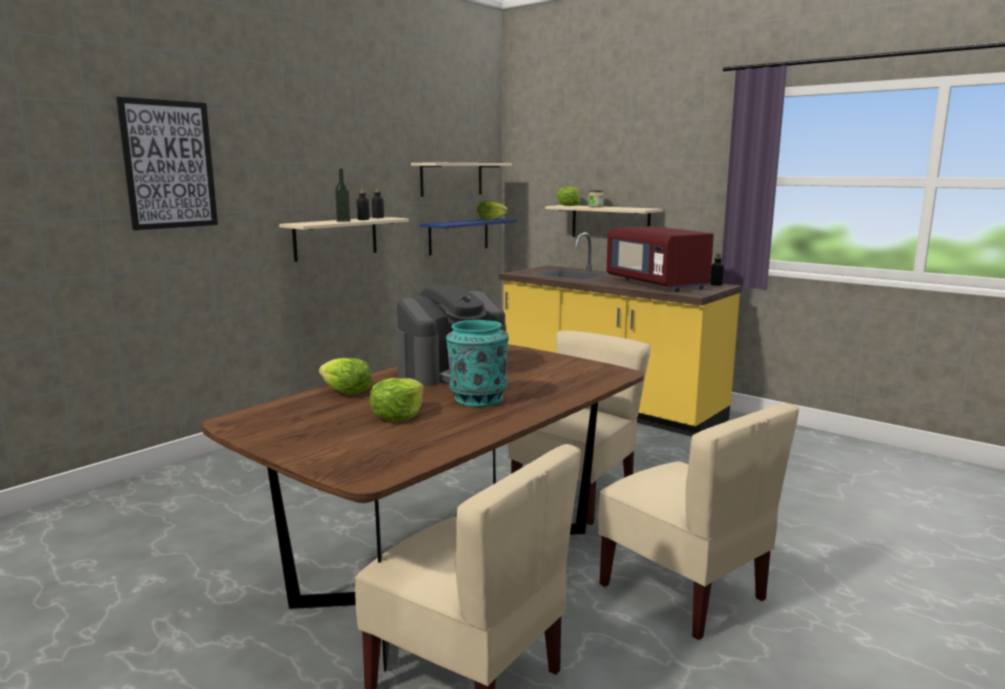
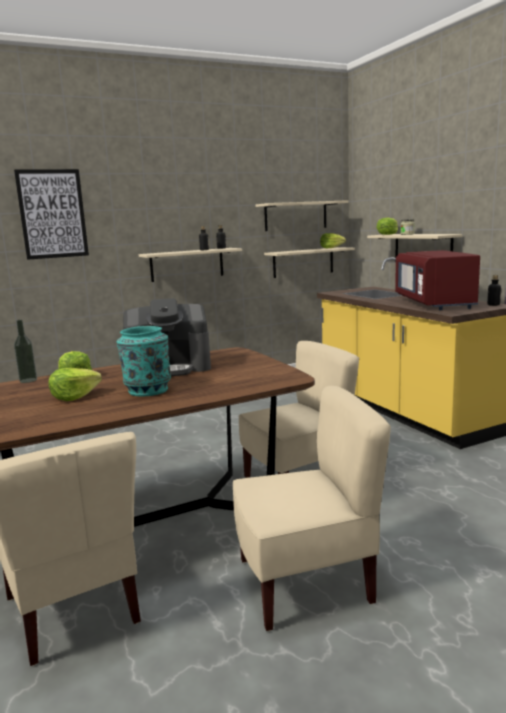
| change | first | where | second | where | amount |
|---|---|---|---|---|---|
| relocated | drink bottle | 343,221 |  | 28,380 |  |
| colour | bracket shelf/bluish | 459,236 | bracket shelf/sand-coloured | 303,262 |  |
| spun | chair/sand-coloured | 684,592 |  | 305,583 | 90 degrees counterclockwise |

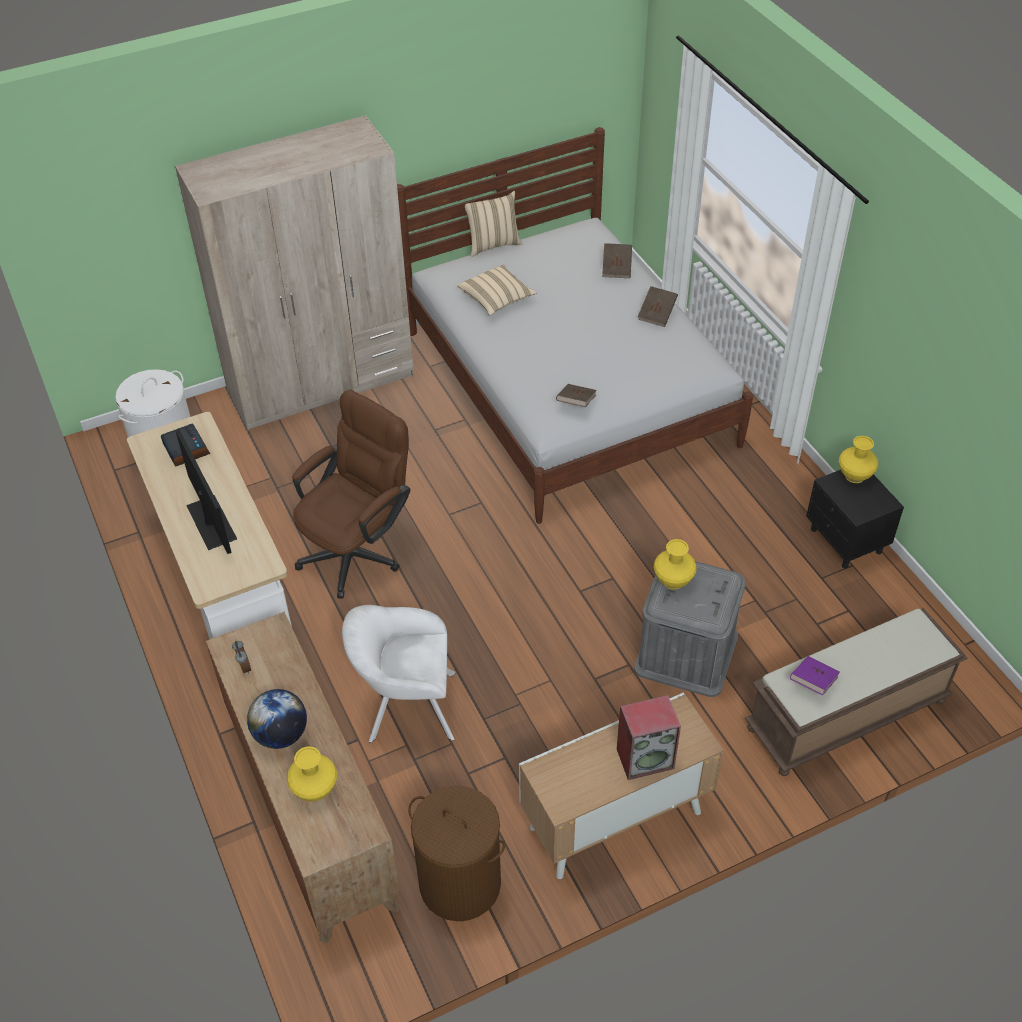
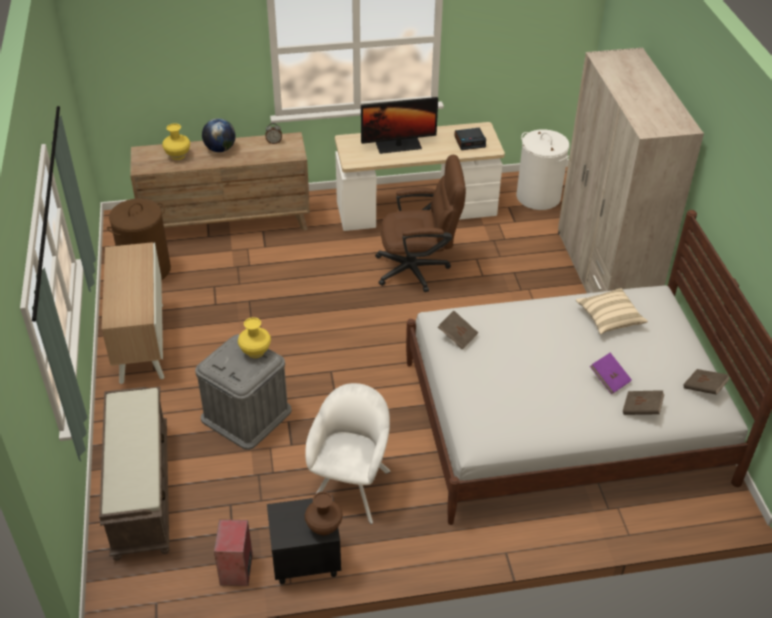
| change | first | where | second | where | amount |
|---|---|---|---|---|---|
| spun | office chair/brown | 358,549 |  | 419,269 | 60 degrees counterclockwise |
| relocated | easy chair/white-coloured | 406,706 |  | 351,485 |  |
| missing | throw pillow/sand-coloured | 493,244 |  |  |  |
| relocated | speaker | 645,758 |  | 237,570 |  |
| relocated | bound book/brown | 657,314 |  | 704,388 |  |
| relocated | bound book/purplish | 812,682 |  | 609,379 |  |
| colour | vase/yellowish | 854,475 | vase/brown | 324,527 |  |

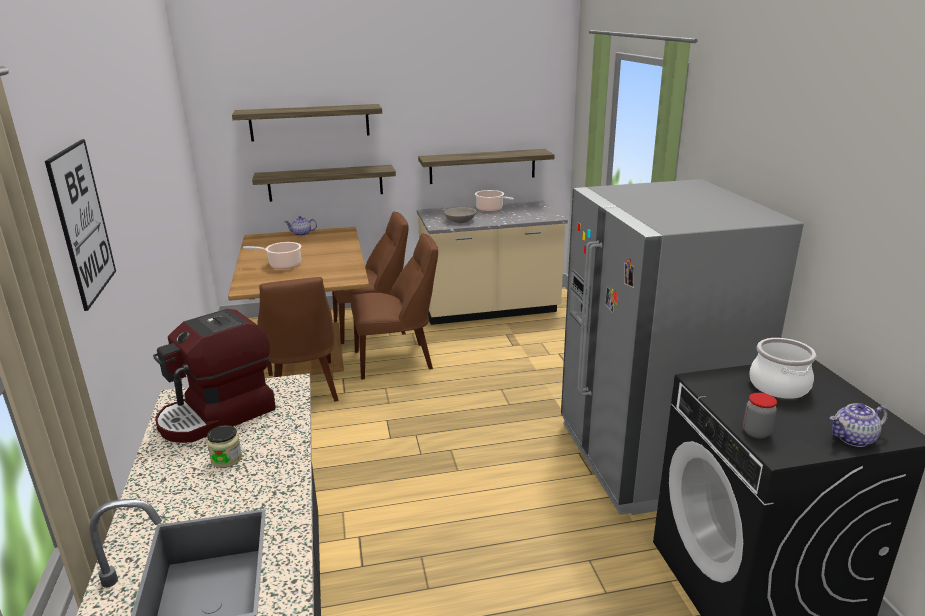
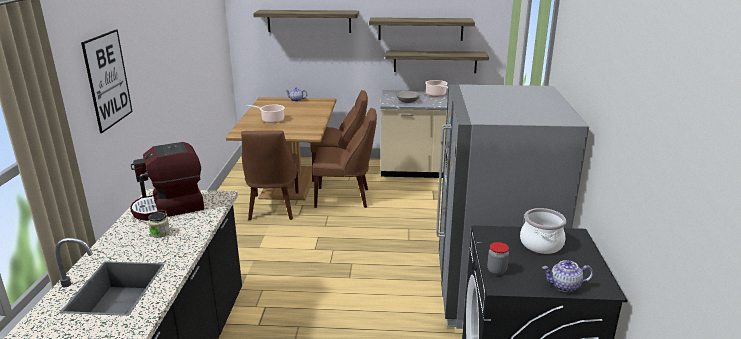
| change | first | where | second | where | amount |
|---|---|---|---|---|---|
| relocated | bracket shelf | 325,183 |  | 420,29 |  |

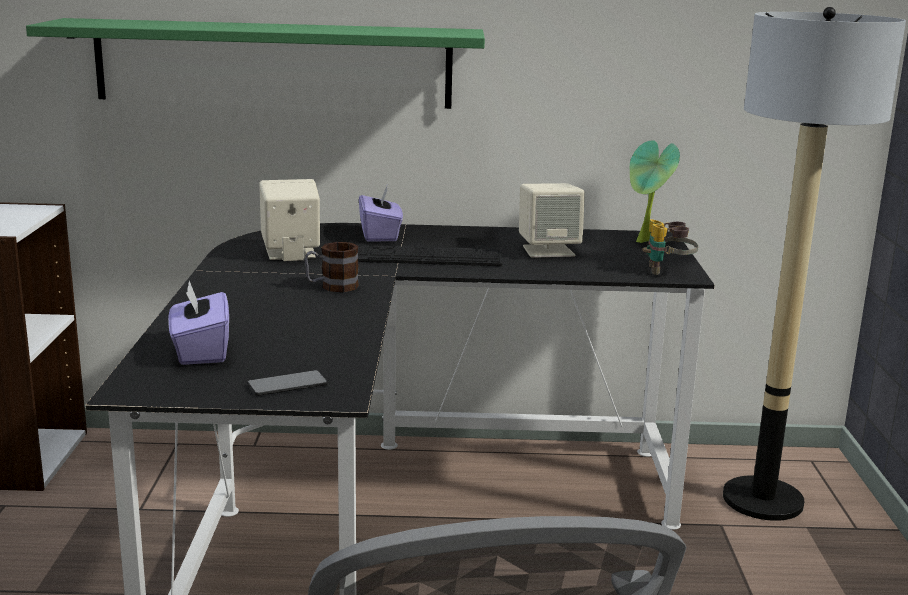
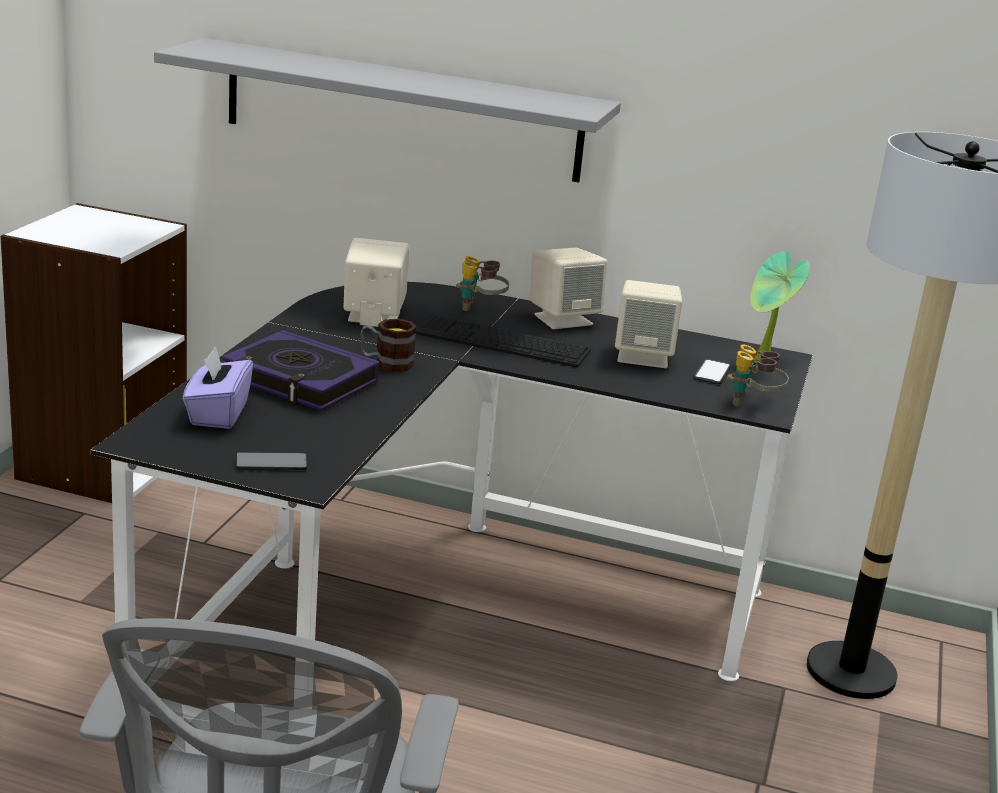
| change | first | where | second | where | amount |
|---|---|---|---|---|---|
| colour | bracket shelf/greenish | 274,64 | bracket shelf/gray | 401,110 |  |
| exchanged | box of tissues/purplish | 380,235 | field glasses | 480,308 |  |
| appeared |  |  | bound book | 299,381 |  |
| appeared |  |  | speaker/sand-coloured | 563,319 |  |
| appeared |  |  | handset | 712,372 |  |

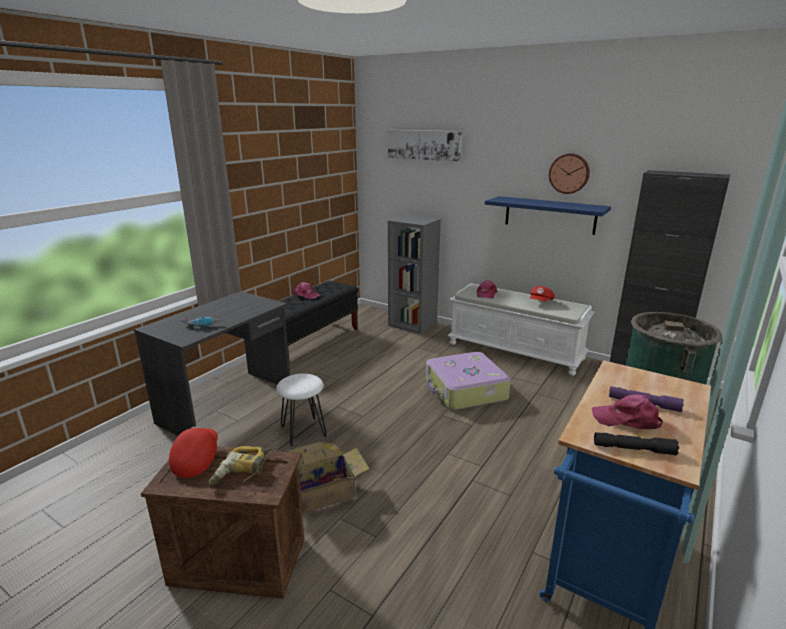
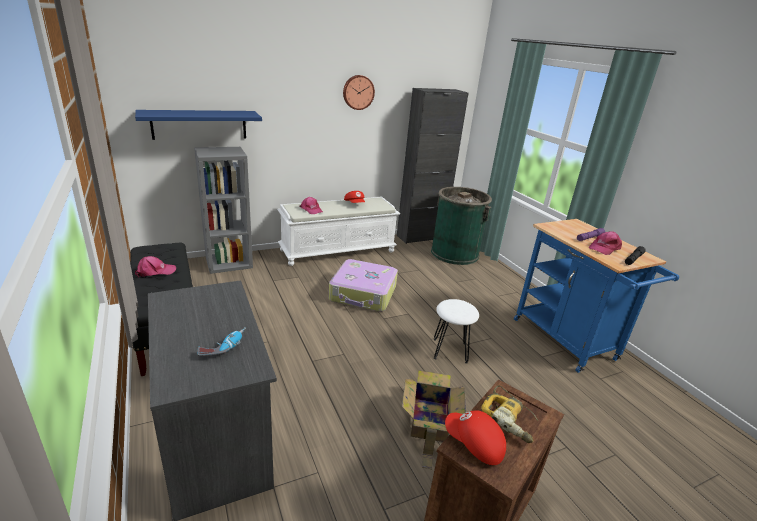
| change | first | where | second | where | amount |
|---|---|---|---|---|---|
| relocated | stool/white-coloured | 303,431 |  | 450,350 |  |
| missing | wall picture | 424,145 |  |  |  |
| relocated | bracket shelf/bluish | 549,215 |  | 199,124 |  |

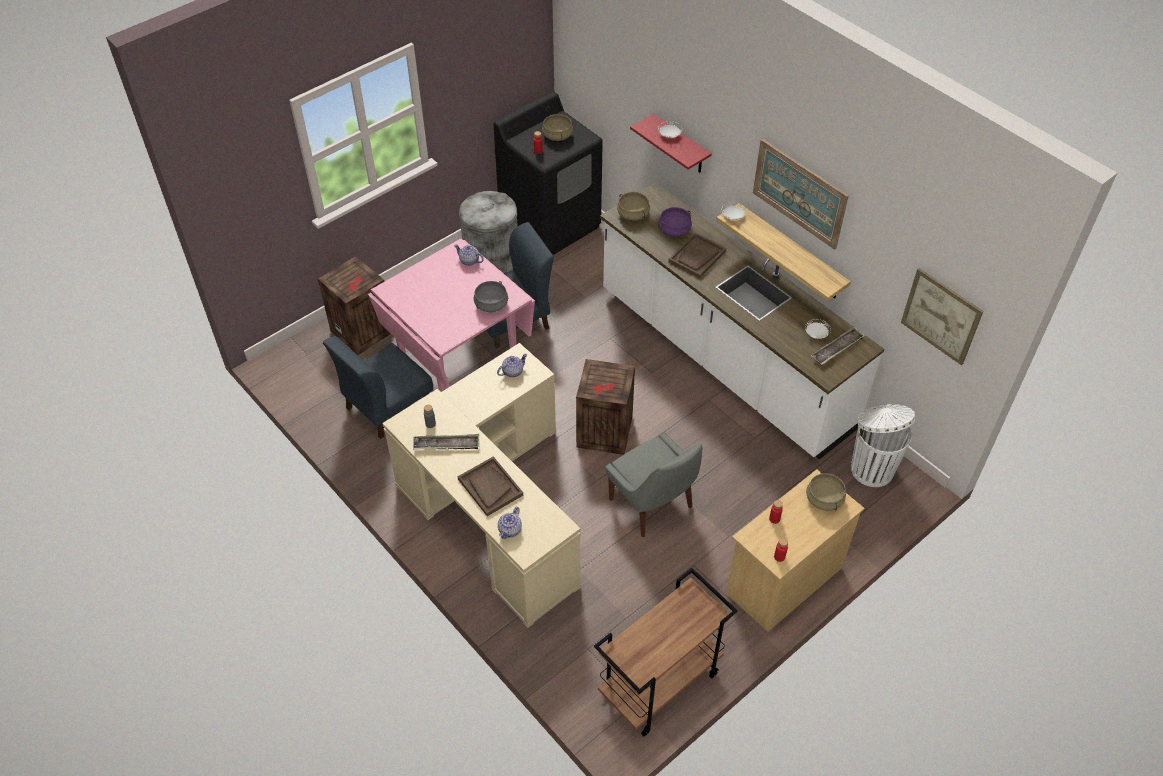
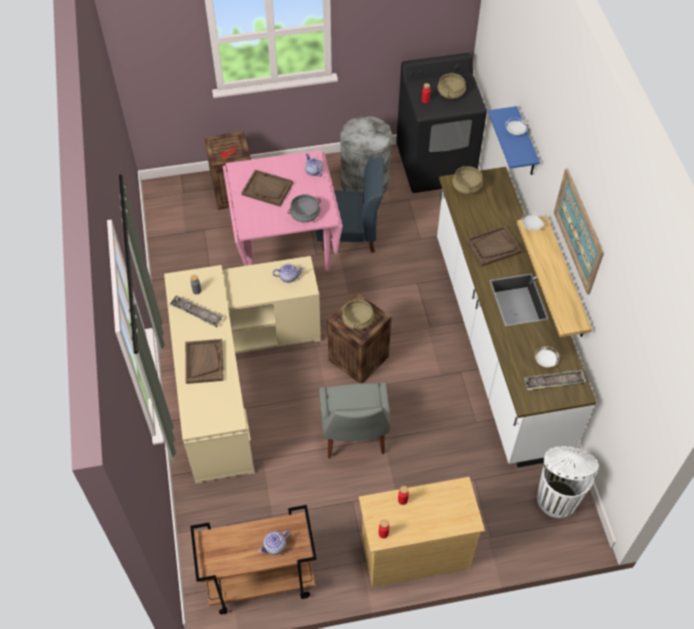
| change | first | where | second | where | amount |
|---|---|---|---|---|---|
| missing | chair/bluish | 387,406 |  |  |  |
| relocated | tea pot | 510,530 |  | 275,546 |  |
| colour | bracket shelf/red-coloured | 681,145 | bracket shelf/bluish | 526,144 |  |
| missing | cooking pot/purplish | 674,229 |  |  |  |
| relocated | cooking pot/sand-coloured | 824,499 |  | 358,320 |  |
| missing | wall picture | 941,316 |  |  |  |
| appeared |  |  | carrying tray/brown | 267,189 |  |

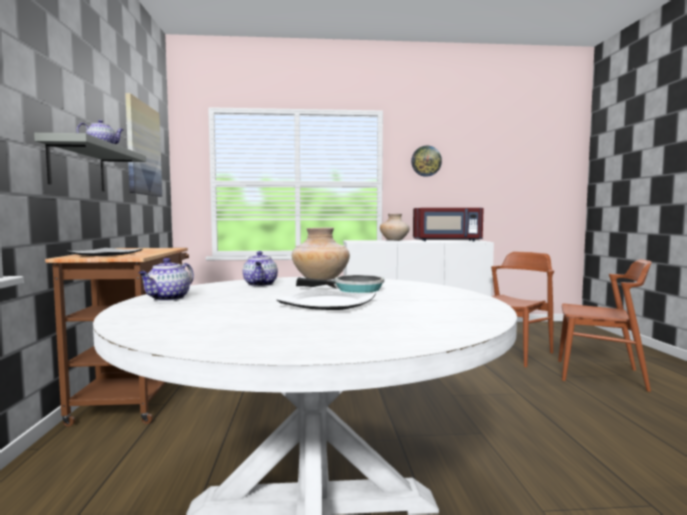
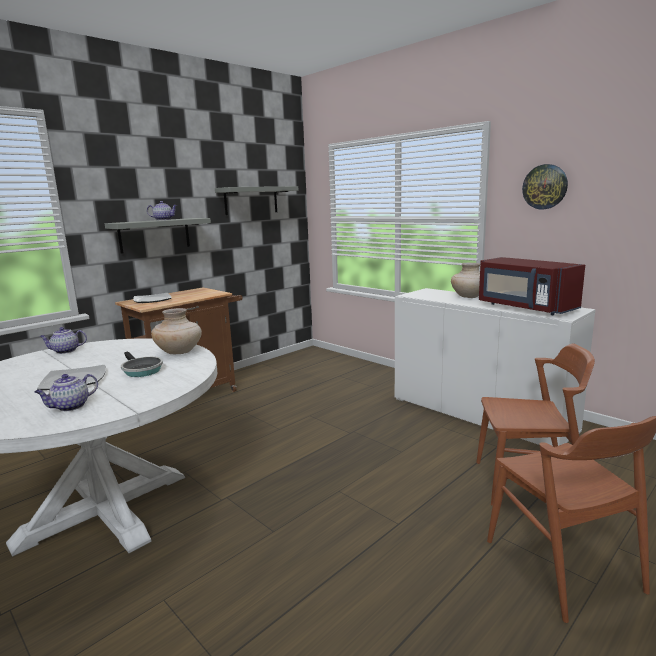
| change | first | where | second | where | amount |
|---|---|---|---|---|---|
| exchanged | wall picture | 142,149 | bracket shelf/gray | 251,200 |  |
| relocated | tea pot | 260,284 |  | 70,407 |  |

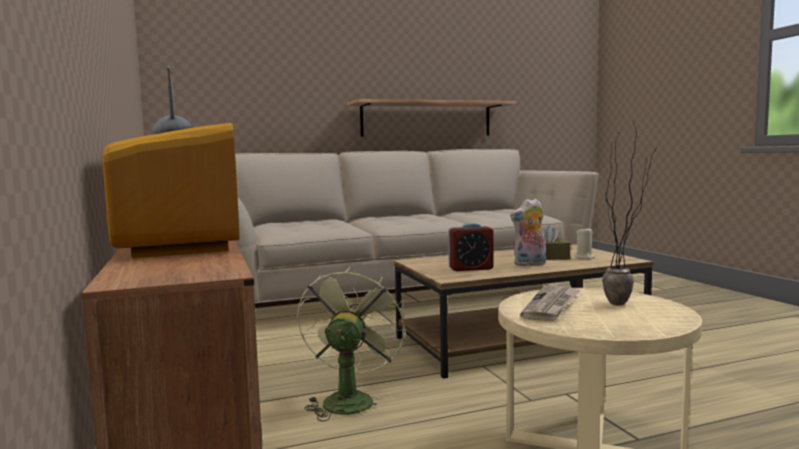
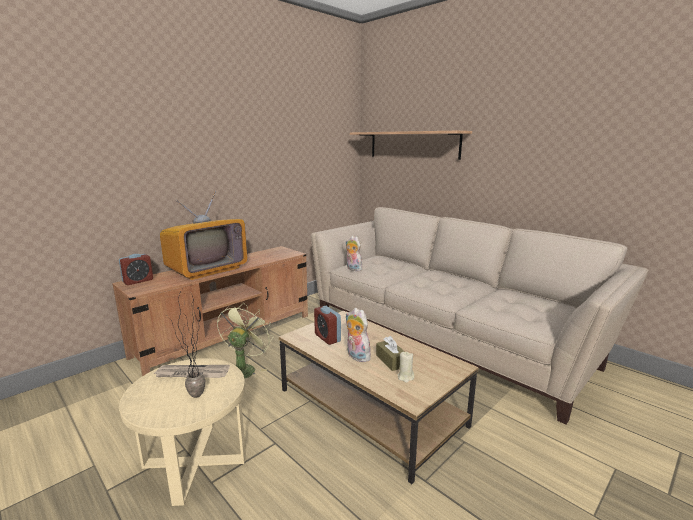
| change | first | where | second | where | amount |
|---|---|---|---|---|---|
| spun | cooling fan/greenish | 349,399 |  | 244,368 | 60 degrees counterclockwise |
| relocated | bracket shelf | 427,119 |  | 413,145 |  |
| appeared |  |  | table clock | 138,281 |  |
| appeared |  |  | cuddly toy | 353,269 |  |

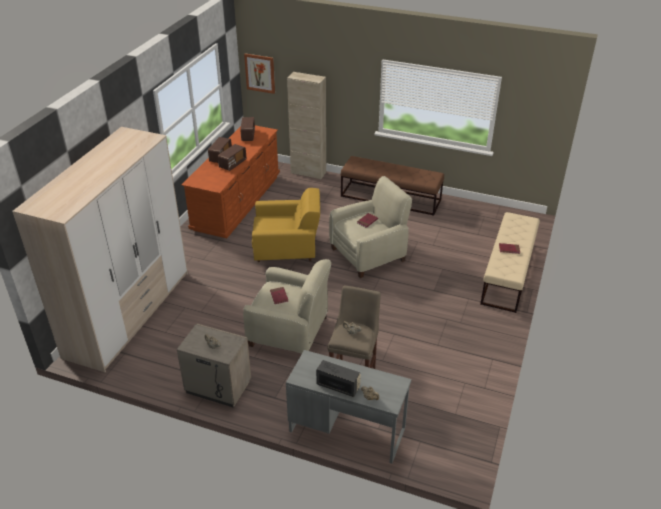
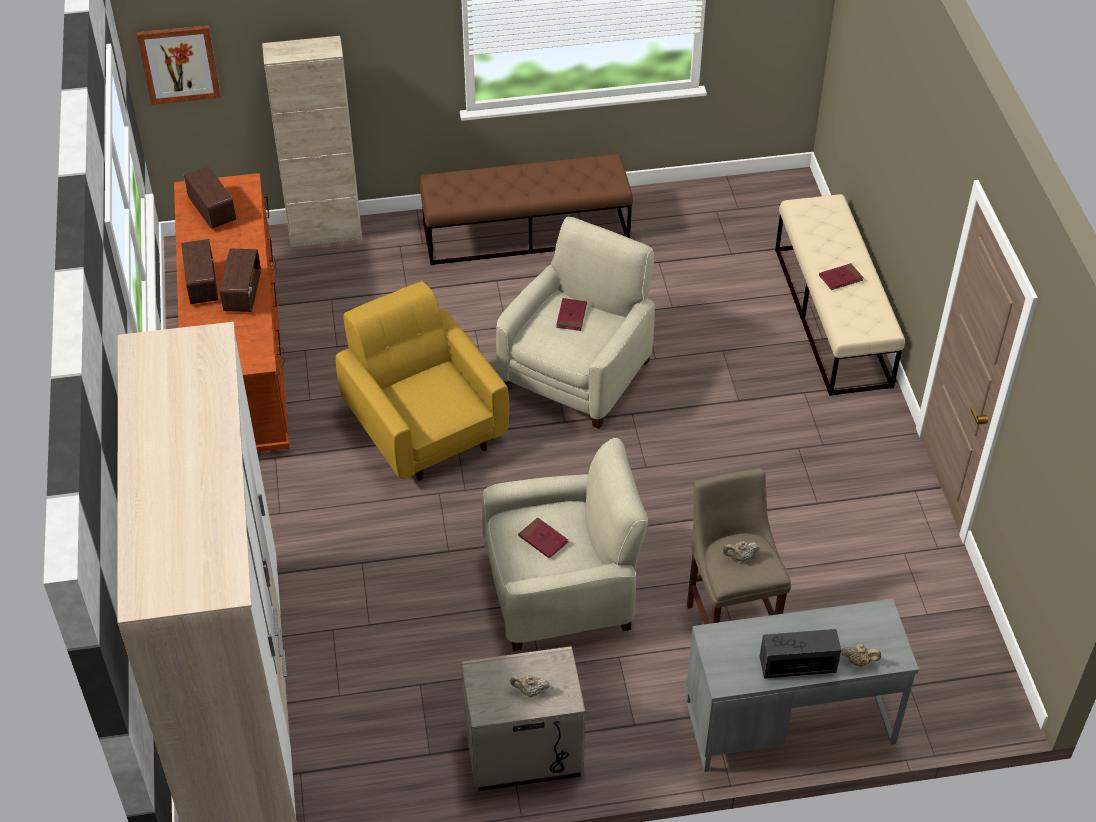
| change | first | where | second | where | amount |
|---|---|---|---|---|---|
| spun | easy chair/yellowish | 287,250 |  | 424,425 | 90 degrees counterclockwise |

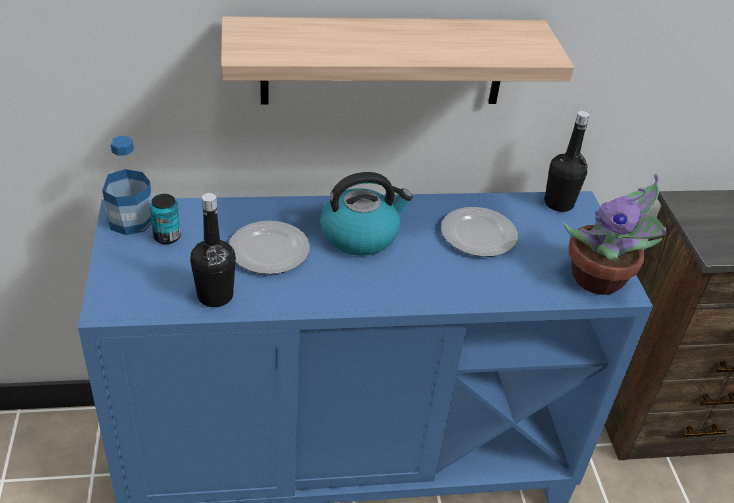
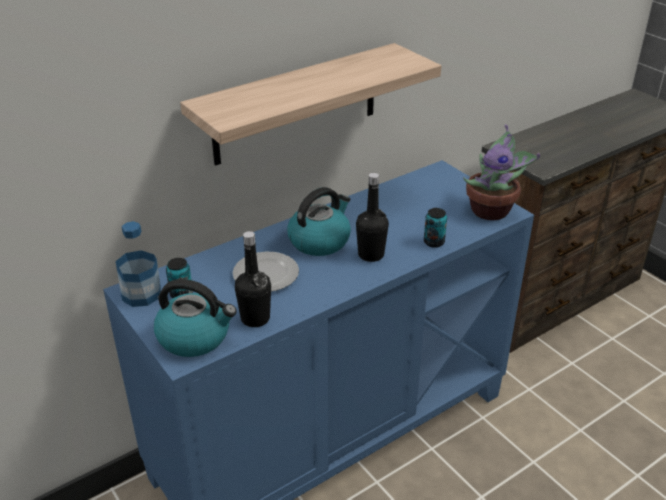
| change | first | where | second | where | amount |
|---|---|---|---|---|---|
| missing | plate | 478,234 |  |  |  |
| relocated | drink bottle/black | 558,203 |  | 371,255 |  |
| appeared |  |  | tea kettle | 195,337 |  |
| appeared |  |  | metal can | 434,242 |  |

